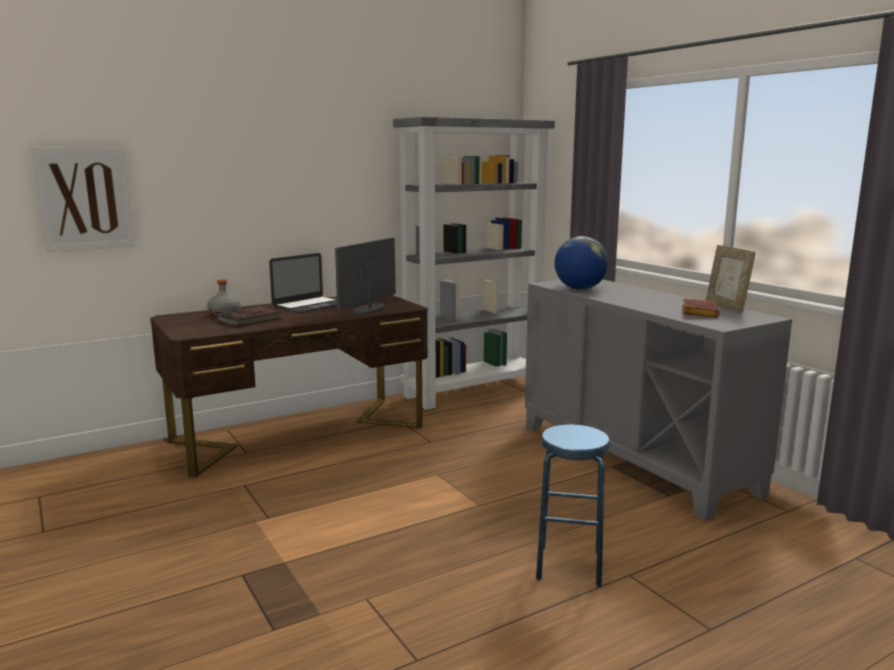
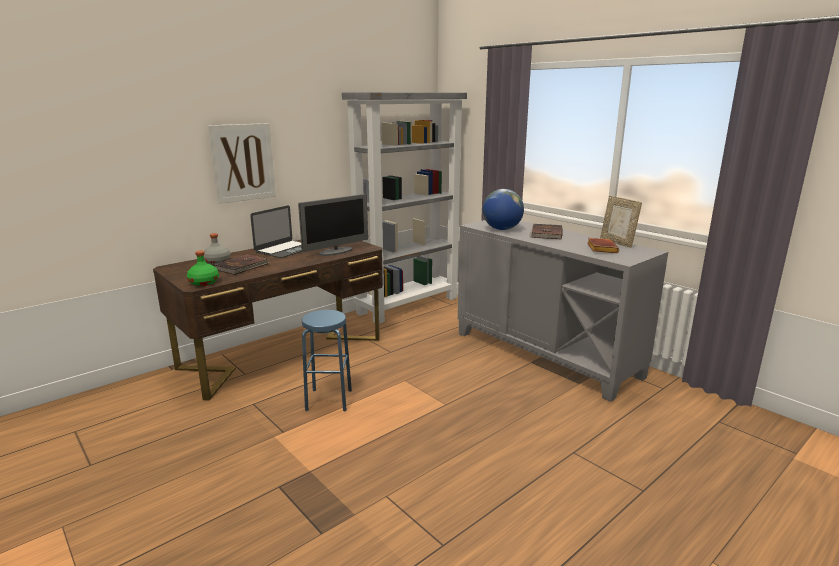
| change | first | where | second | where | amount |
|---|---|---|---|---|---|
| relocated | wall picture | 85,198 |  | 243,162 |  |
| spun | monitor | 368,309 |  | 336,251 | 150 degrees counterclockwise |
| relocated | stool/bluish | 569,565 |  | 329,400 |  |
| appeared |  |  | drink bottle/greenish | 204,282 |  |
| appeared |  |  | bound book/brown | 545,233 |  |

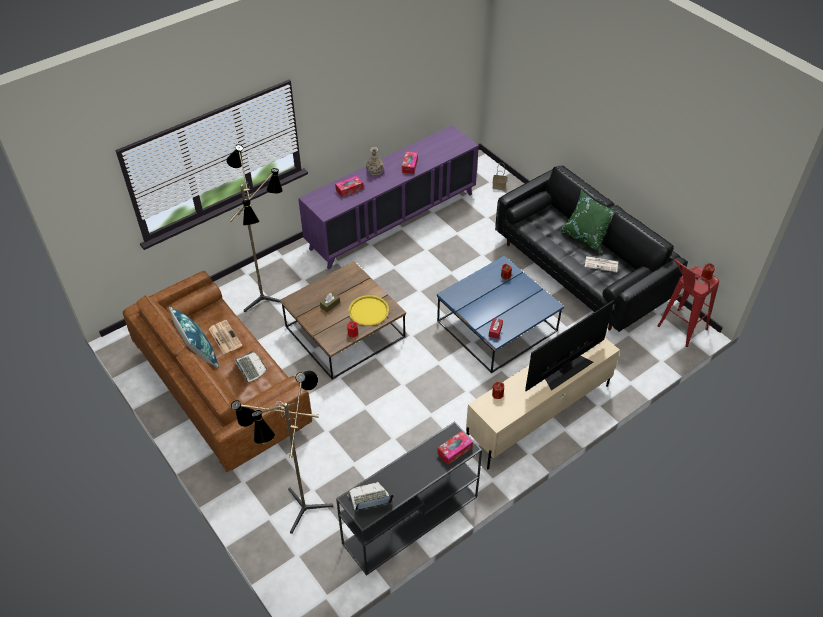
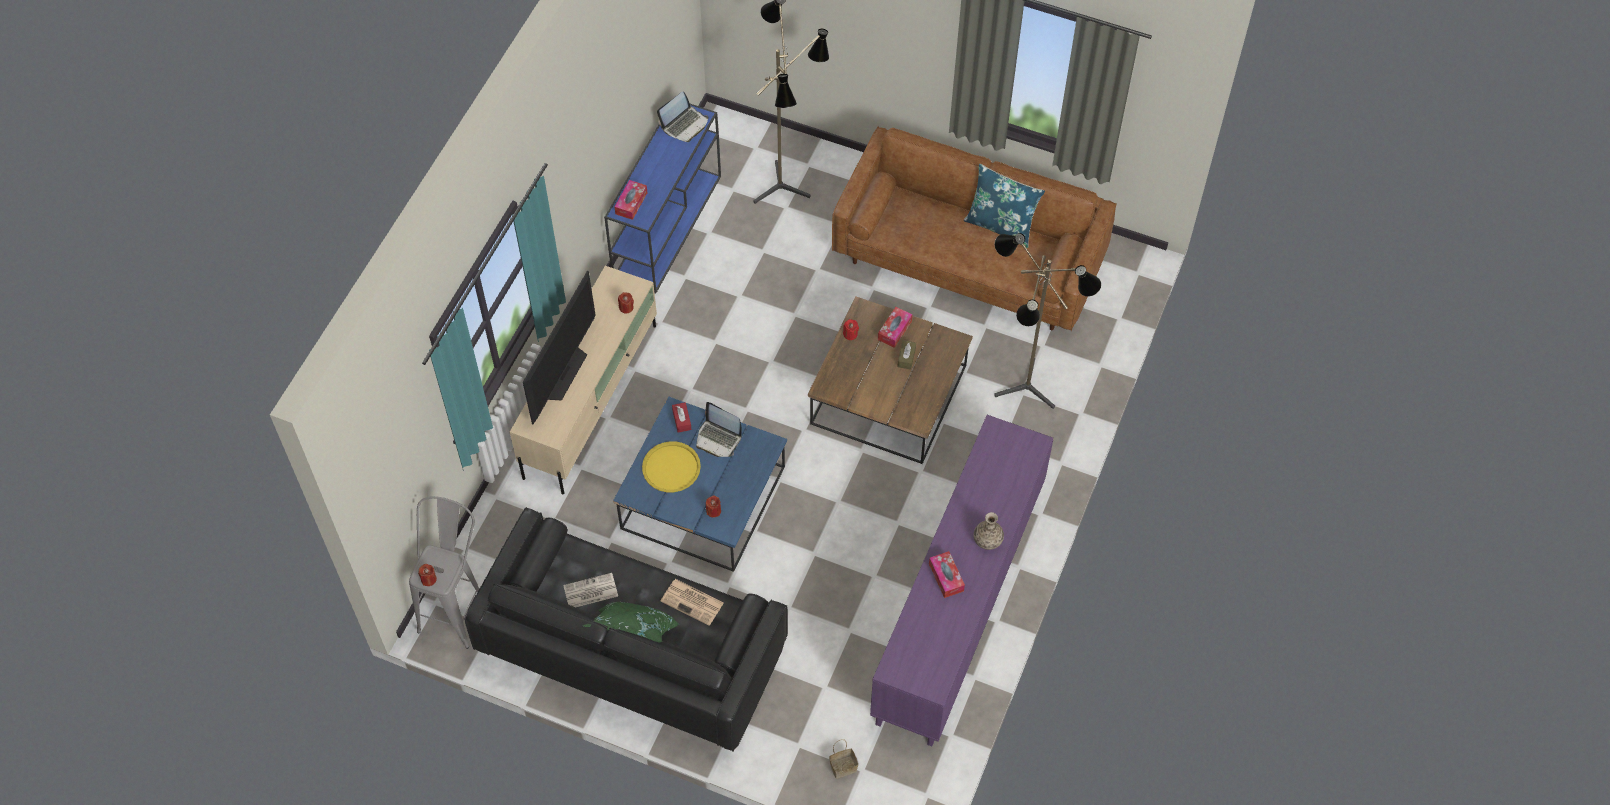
| change | first | where | second | where | amount |
|---|---|---|---|---|---|
| relocated | newspaper | 224,337 |  | 693,602 |  |
| relocated | notebook computer | 249,368 |  | 718,438 |  |
| relocated | box of tissues | 349,189 |  | 894,330 |  |
| colour | hall table/black | 409,521 | hall table/bluish | 668,225 |  |
| relocated | carrying tray/yellowish | 368,311 |  | 671,467 |  |
| colour | stool/red-coloured | 677,331 | stool/gray | 458,608 |  |

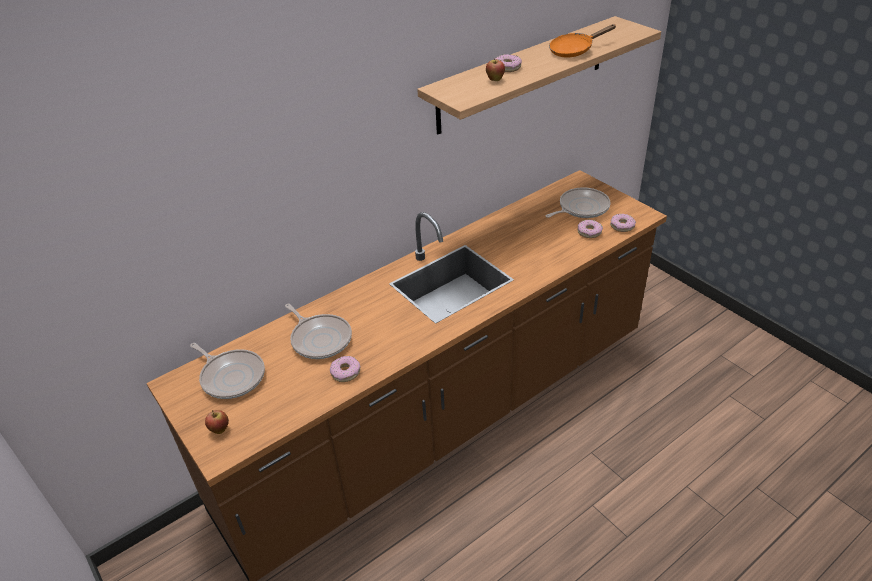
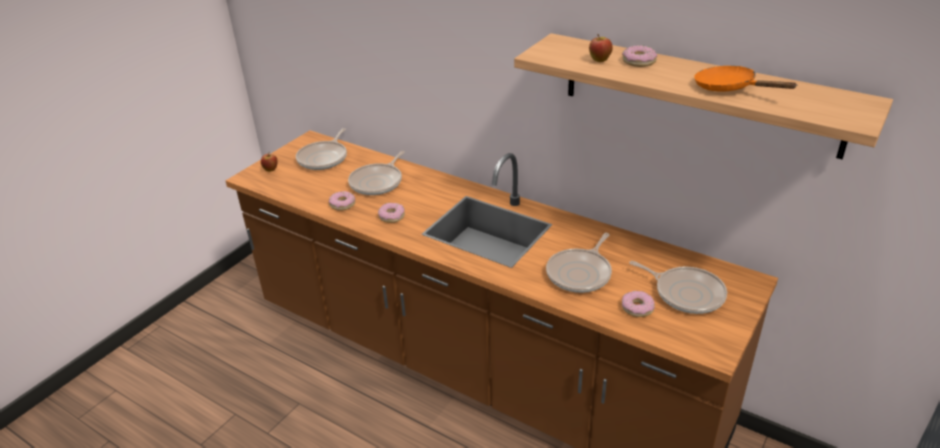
| change | first | where | second | where | amount |
|---|---|---|---|---|---|
| relocated | doughnut | 622,226 |  | 392,216 |  |
| appeared |  |  | frying pan | 580,273 |  |

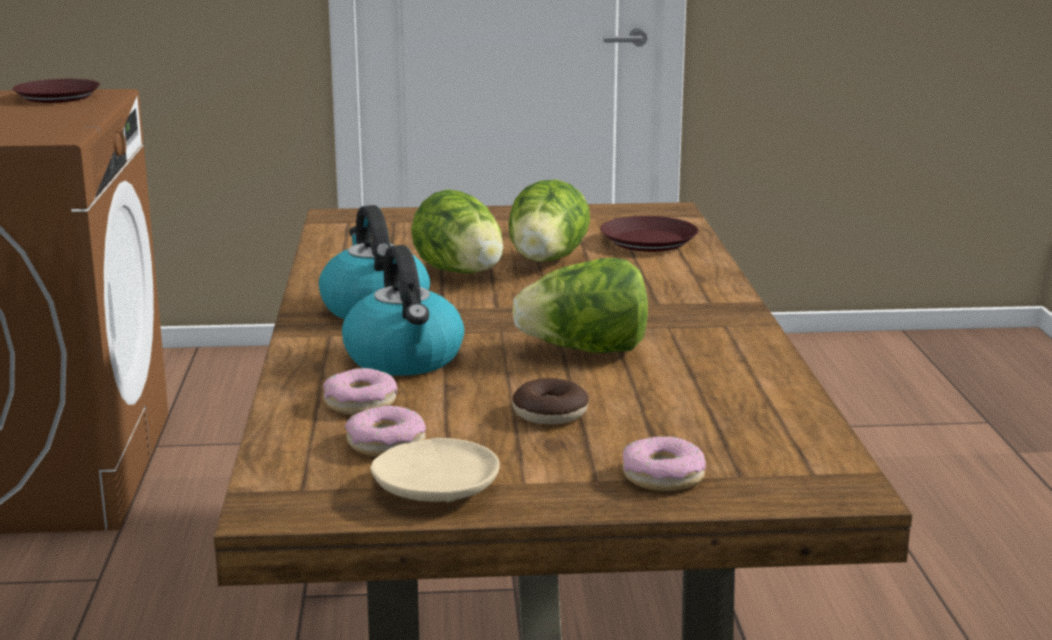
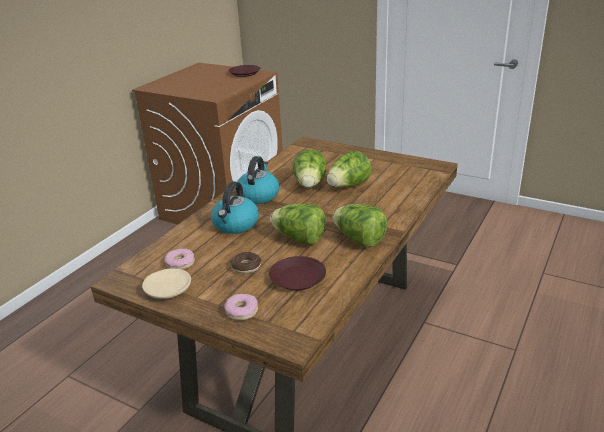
| change | first | where | second | where | amount |
|---|---|---|---|---|---|
| missing | doughnut | 360,403 |  |  |  |
| relocated | plate/brown | 649,242 |  | 297,278 |  |
| appeared |  |  | lettuce | 359,240 |  |

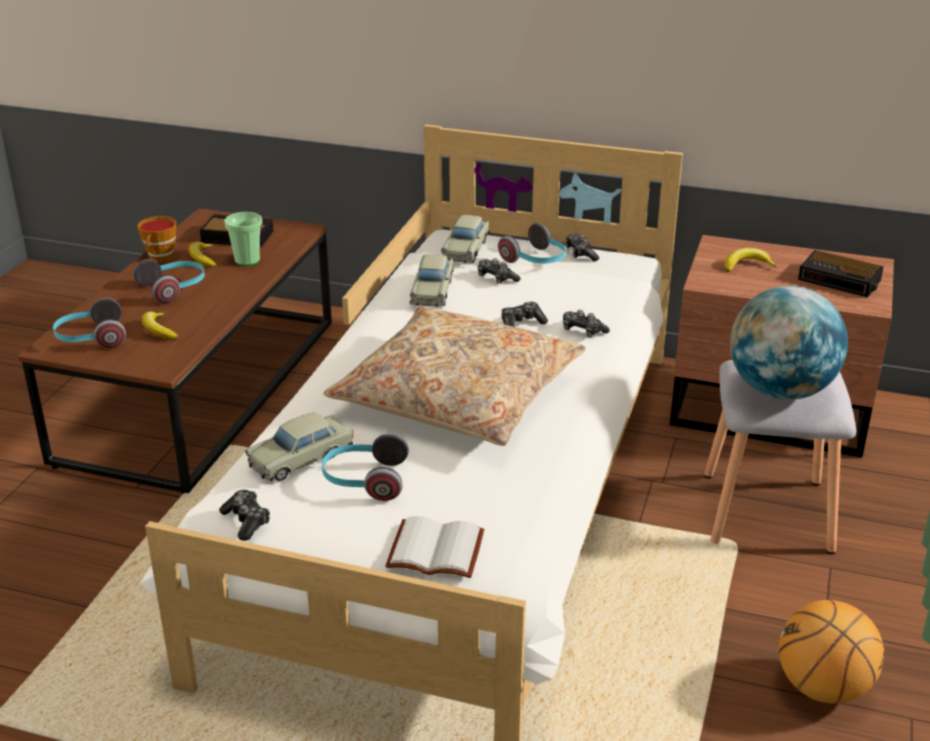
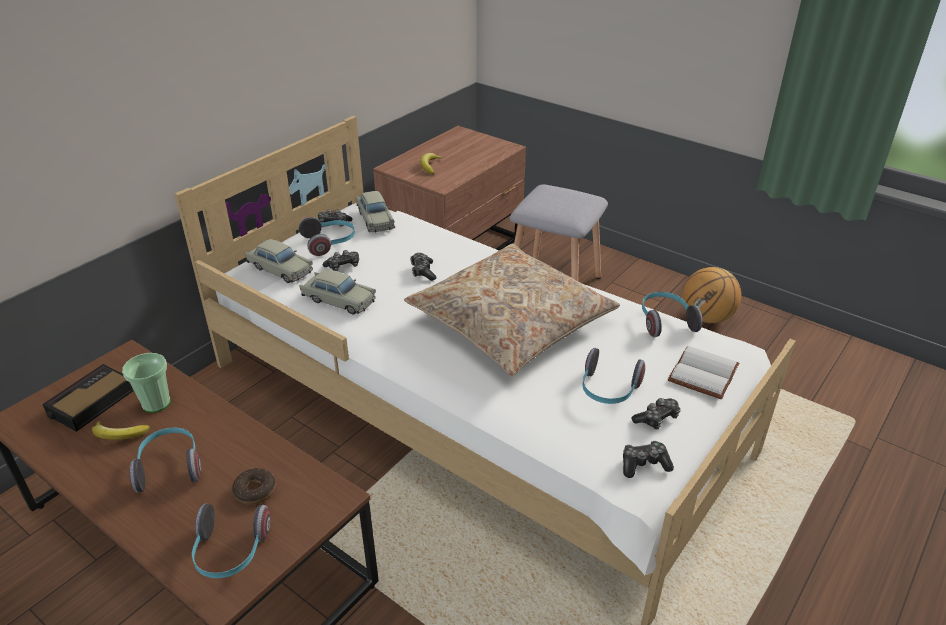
| change | first | where | second | where | amount |
|---|---|---|---|---|---|
| missing | small cup | 160,258 |  |  |  |
| exchanged | banana fruit | 159,330 | doughnut | 255,491 |  |
| relocated | toy car/sand-coloured | 301,458 |  | 375,219 |  |
| relocated | joypad | 582,331 |  | 656,418 |  |
| missing | desk globe | 780,391 |  |  |  |
| missing | table clock | 841,280 |  |  |  |
| appeared |  |  | headphones | 665,322 |  |

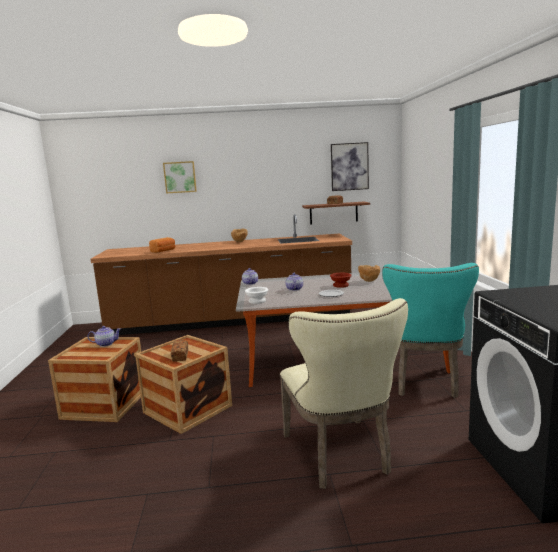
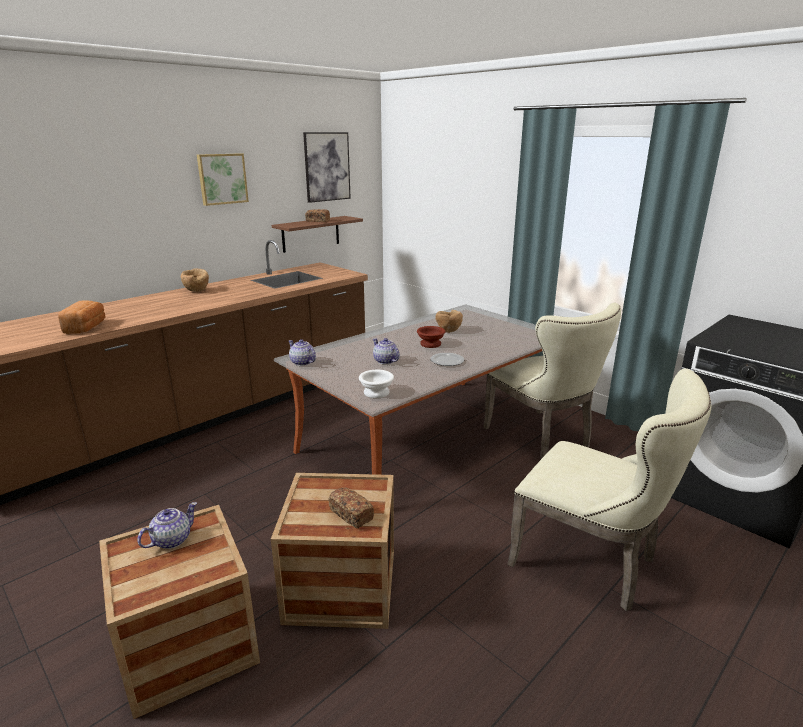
| change | first | where | second | where | amount |
|---|---|---|---|---|---|
| relocated | wall picture | 180,177 |  | 222,179 |  |
| colour | chair/blue-green | 424,382 | chair/sand-coloured | 542,439 |  |

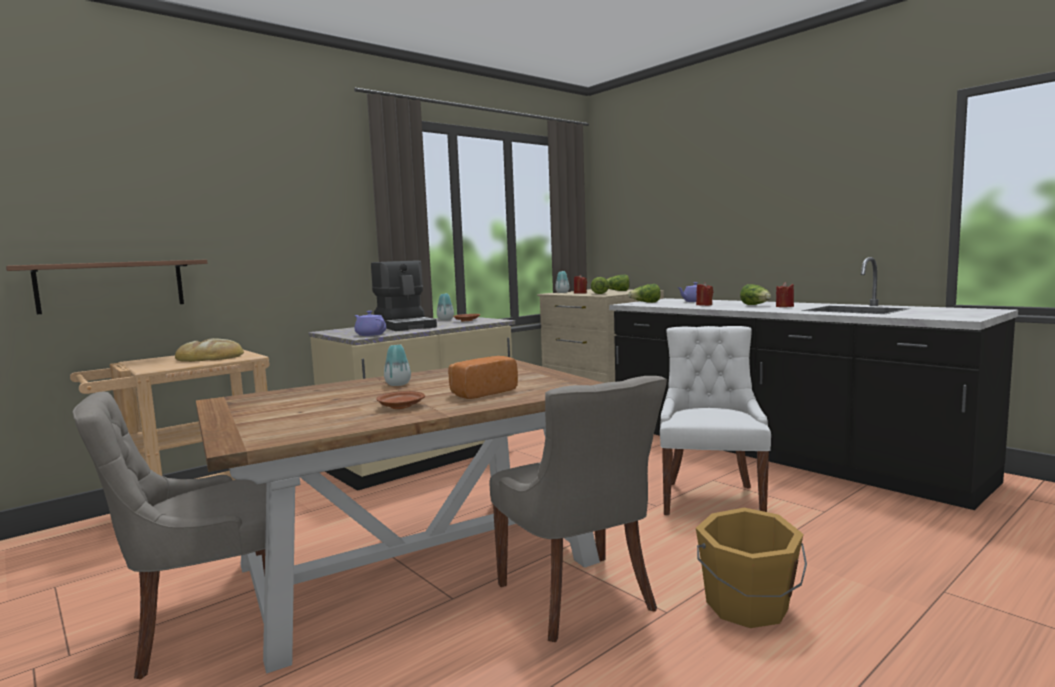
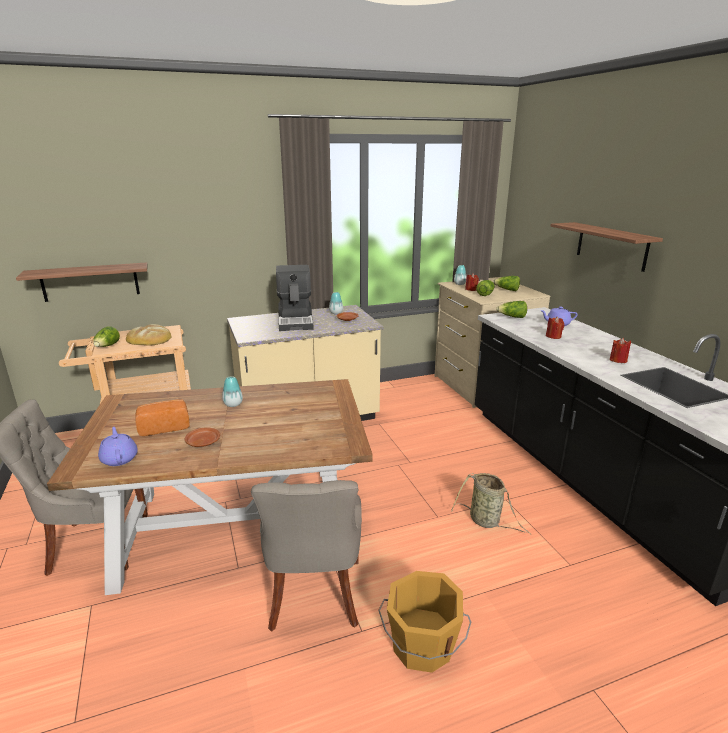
| change | first | where | second | where | amount |
|---|---|---|---|---|---|
| relocated | tea pot/purplish | 370,334 |  | 119,458 |  |
| relocated | bakery bread | 481,392 |  | 164,427 |  |
| exchanged | chair/white-coloured | 711,499 | household basket | 486,521 |  |
| relocated | lettuce | 756,305 |  | 107,346 |  |
| appeared |  |  | bracket shelf | 611,246 |  |

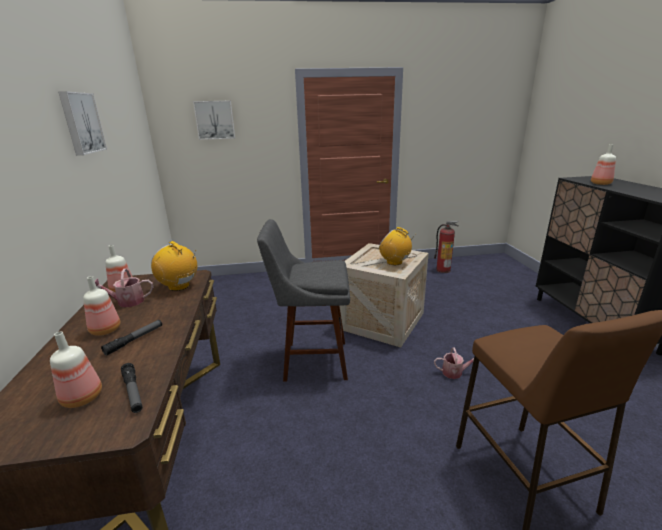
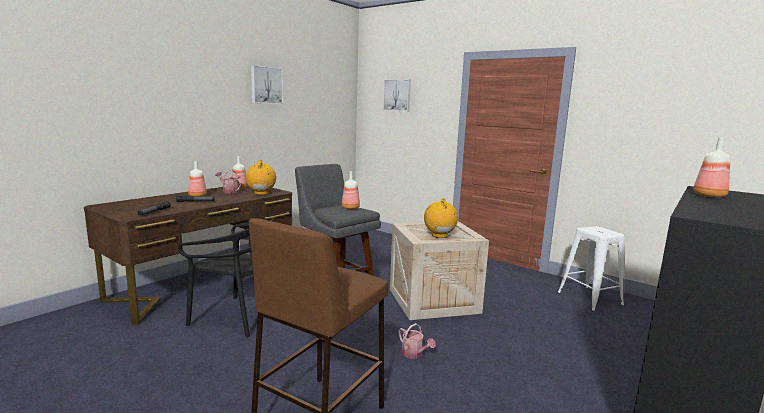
| change | first | where | second | where | amount |
|---|---|---|---|---|---|
| relocated | drink bottle | 83,397 |  | 351,208 |  |
| exchanged | fire-fighting cylinder | 443,270 | stool/white-coloured | 589,298 |  |
| appeared |  |  | chair/black | 237,317 |  |

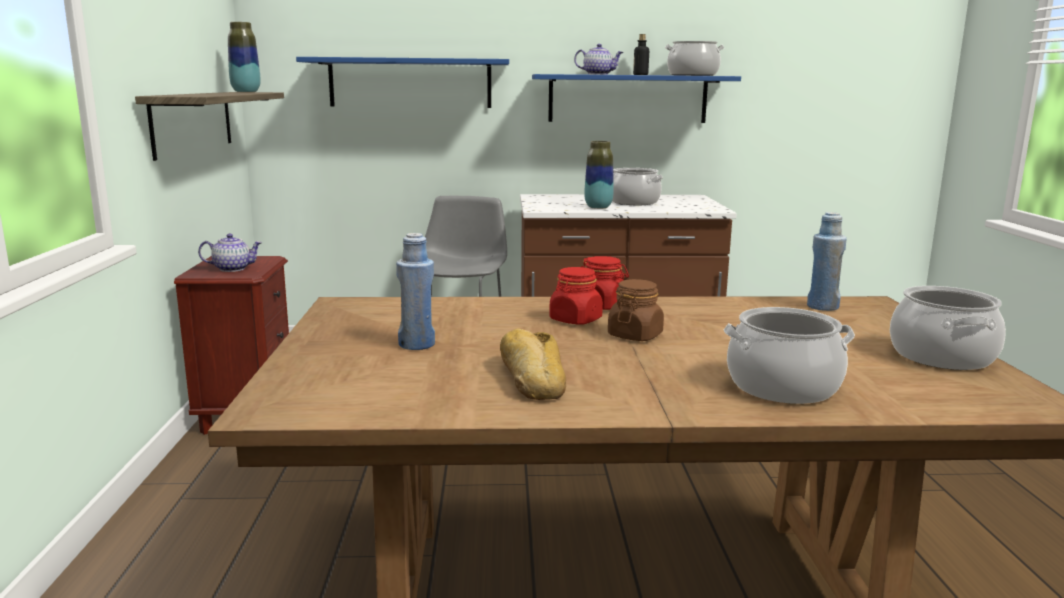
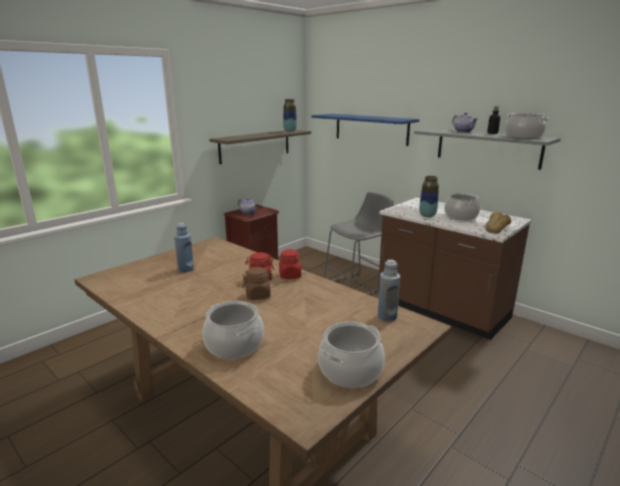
| change | first | where | second | where | amount |
|---|---|---|---|---|---|
| relocated | bakery bread | 531,377 |  | 496,227 |  |
| colour | bracket shelf/bluish | 627,99 | bracket shelf/gray | 487,147 |  |

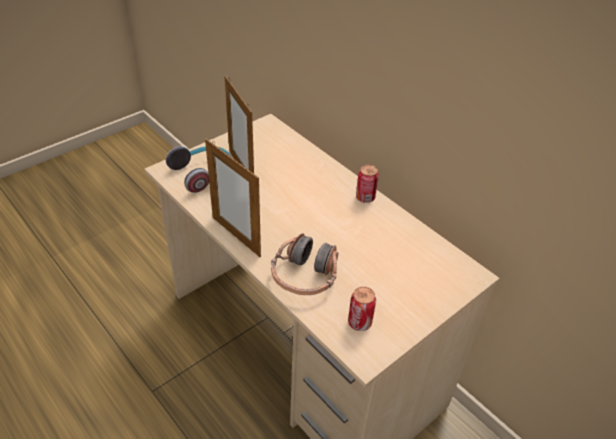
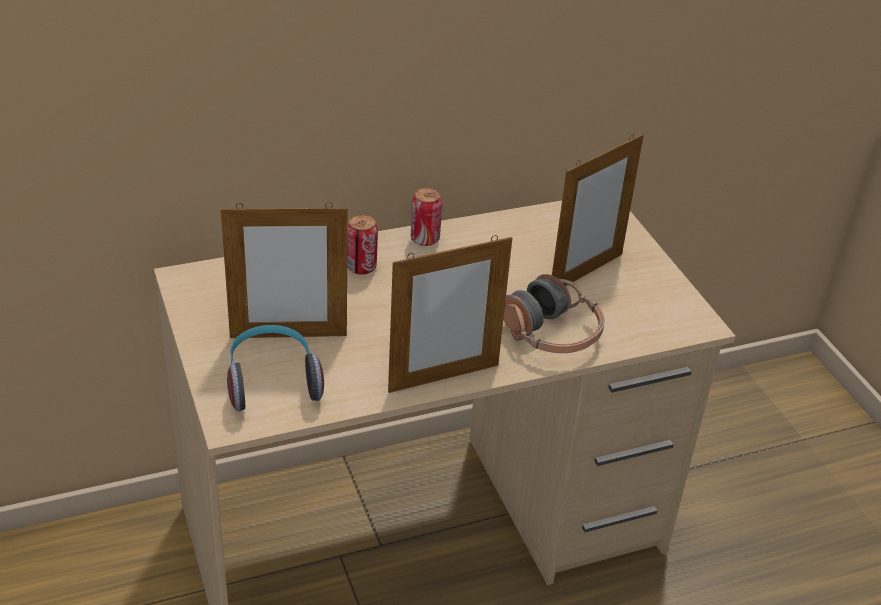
| change | first | where | second | where | amount |
|---|---|---|---|---|---|
| relocated | metal can | 359,322 |  | 361,267 |  |
| appeared |  |  | standing frame | 586,273 |  |

